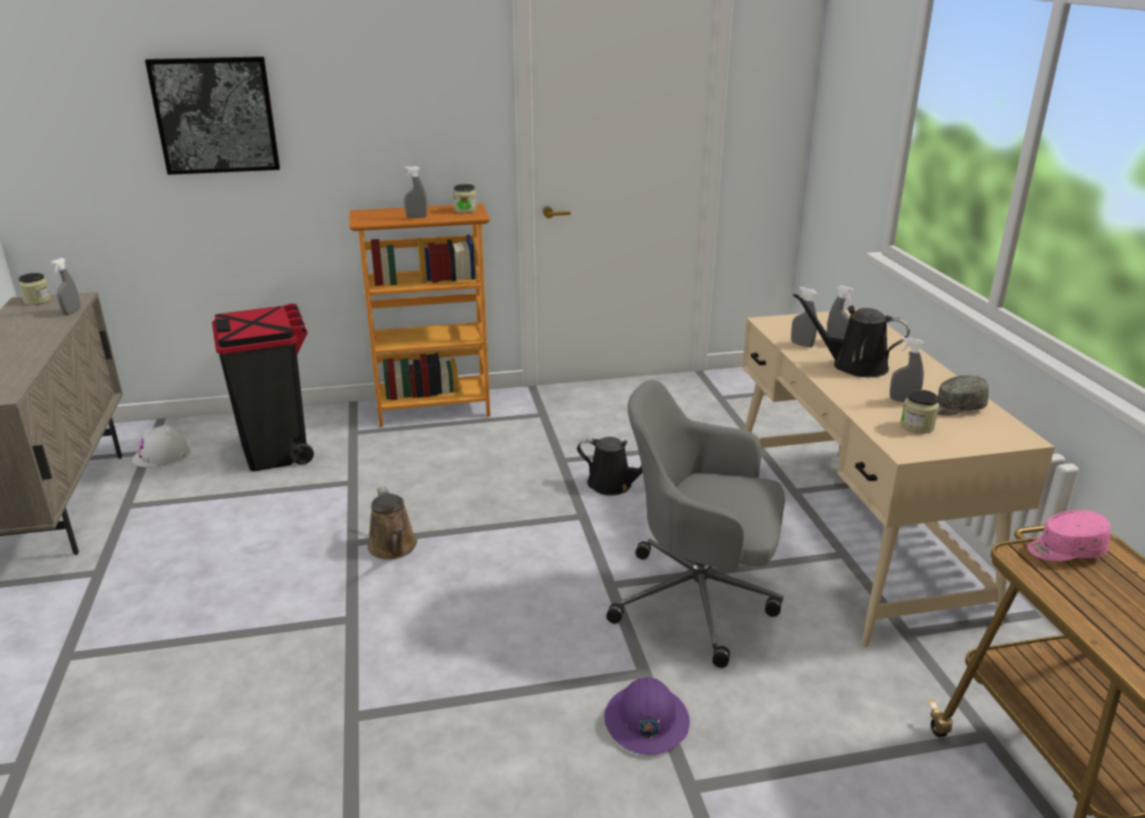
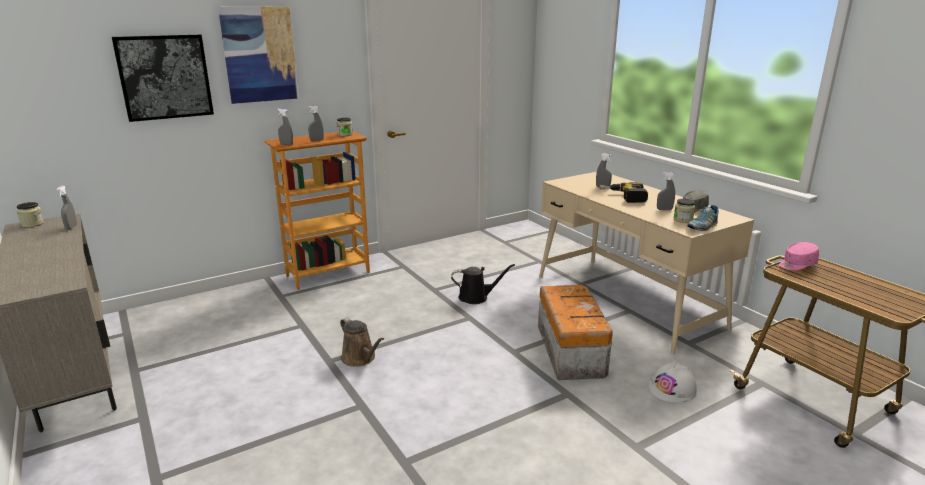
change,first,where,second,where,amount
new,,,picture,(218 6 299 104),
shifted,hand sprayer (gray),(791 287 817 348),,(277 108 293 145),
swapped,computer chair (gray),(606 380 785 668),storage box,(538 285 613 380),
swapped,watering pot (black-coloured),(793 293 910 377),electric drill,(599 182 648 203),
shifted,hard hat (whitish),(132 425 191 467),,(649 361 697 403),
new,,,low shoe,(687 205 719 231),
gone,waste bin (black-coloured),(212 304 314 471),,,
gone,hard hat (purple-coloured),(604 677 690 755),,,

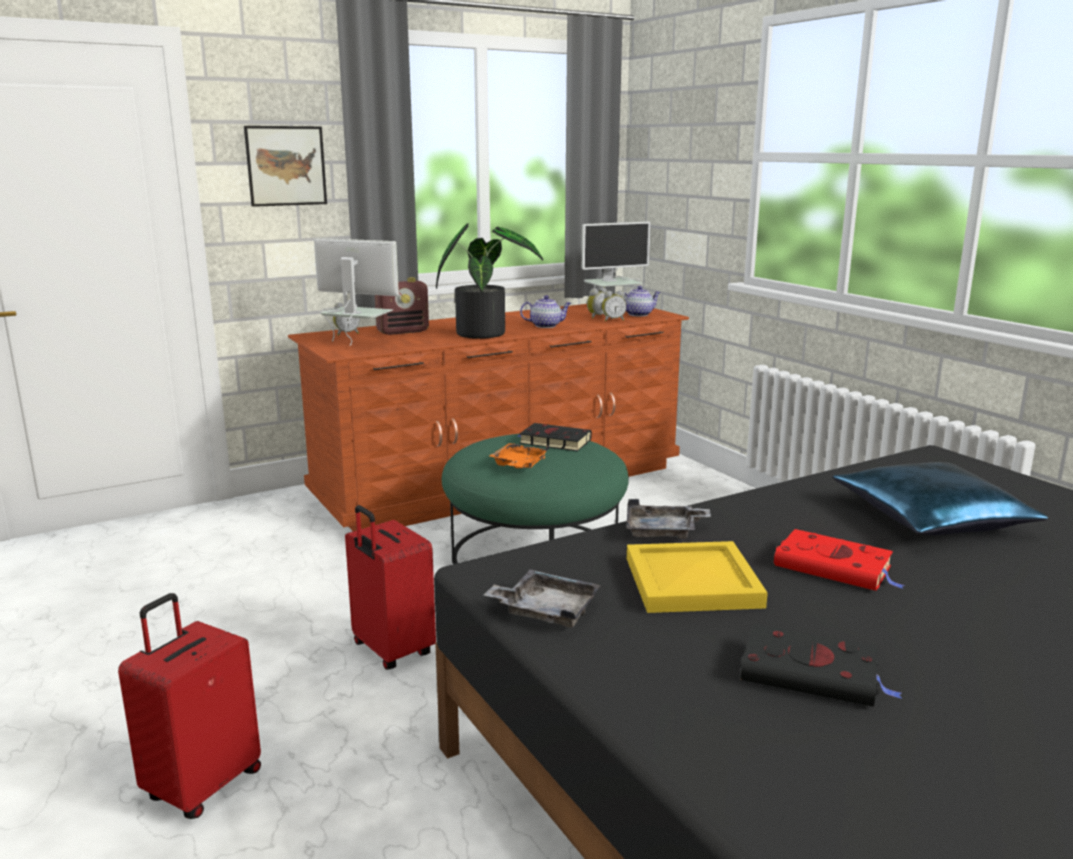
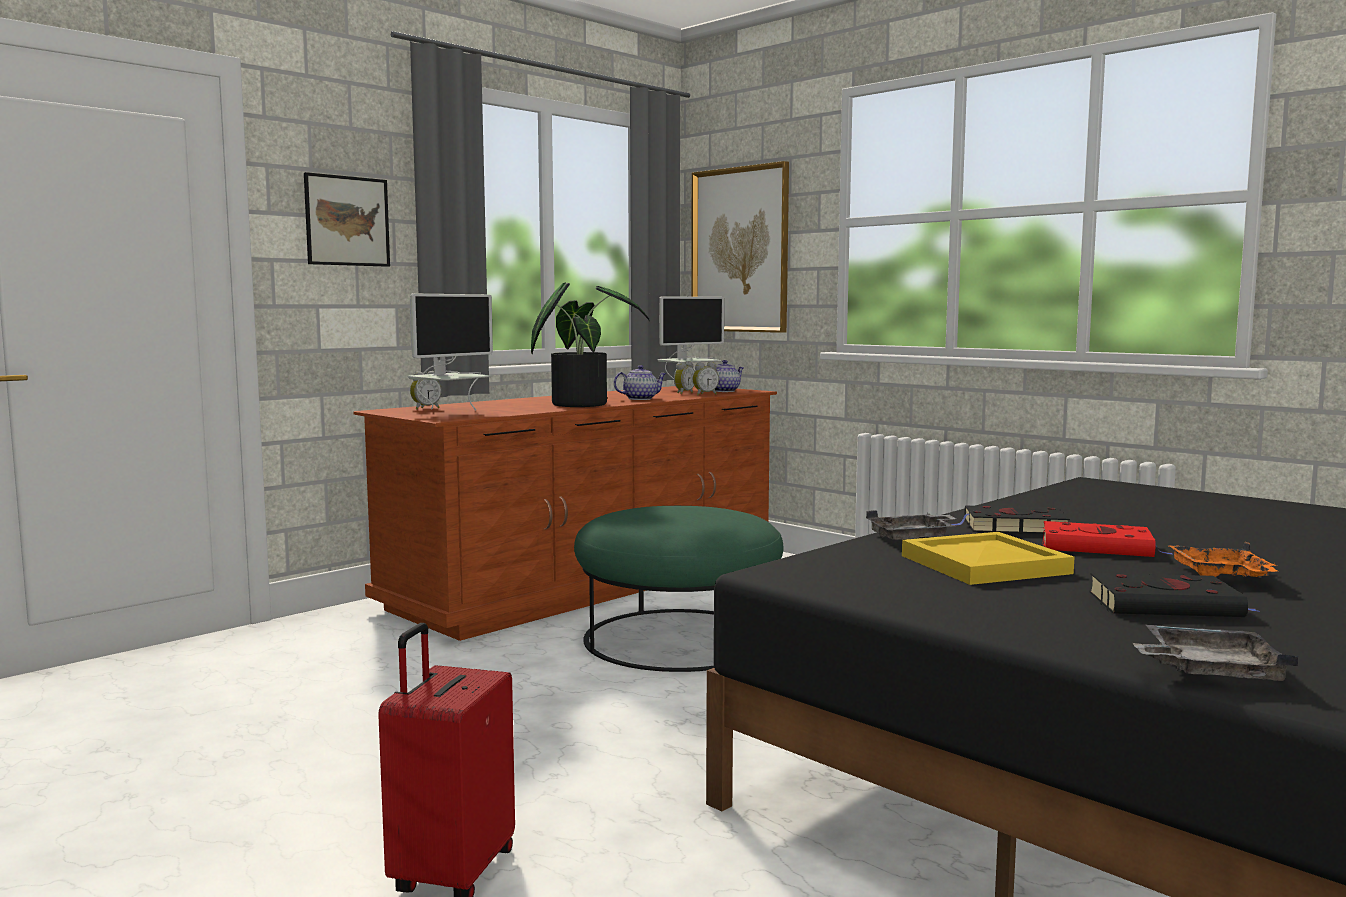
change,first,where,second,where,amount
rotated,computer screen,(314 238 399 346),,(408 294 493 411),120 degrees clockwise
new,,,picture,(691 161 789 333),
shifted,book (black-coloured),(516 423 592 451),,(951 506 1070 534),
shifted,serving tray (gray),(484 569 601 627),,(1133 625 1298 681),
shifted,serving tray (orangey),(490 443 549 469),,(1168 542 1277 578),
gone,piece of luggage (reddish),(345 505 436 670),,,
gone,radio set,(375 277 429 335),,,
gone,throw pillow (bluish),(833 462 1048 535),,,

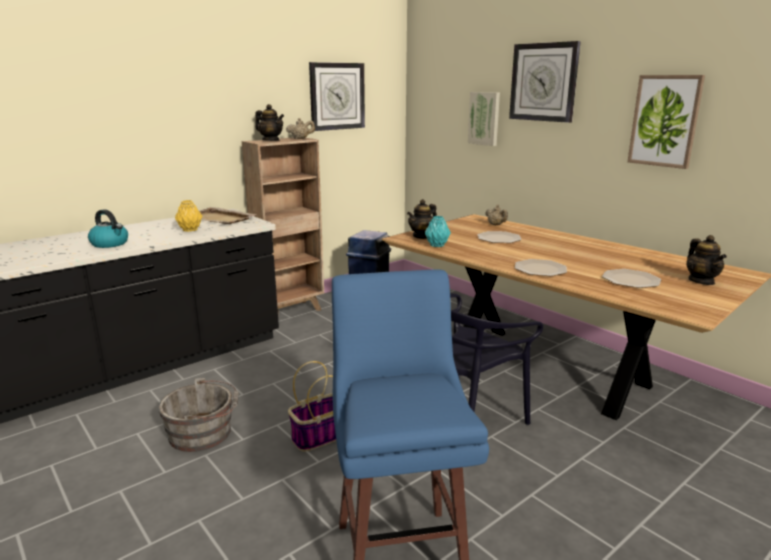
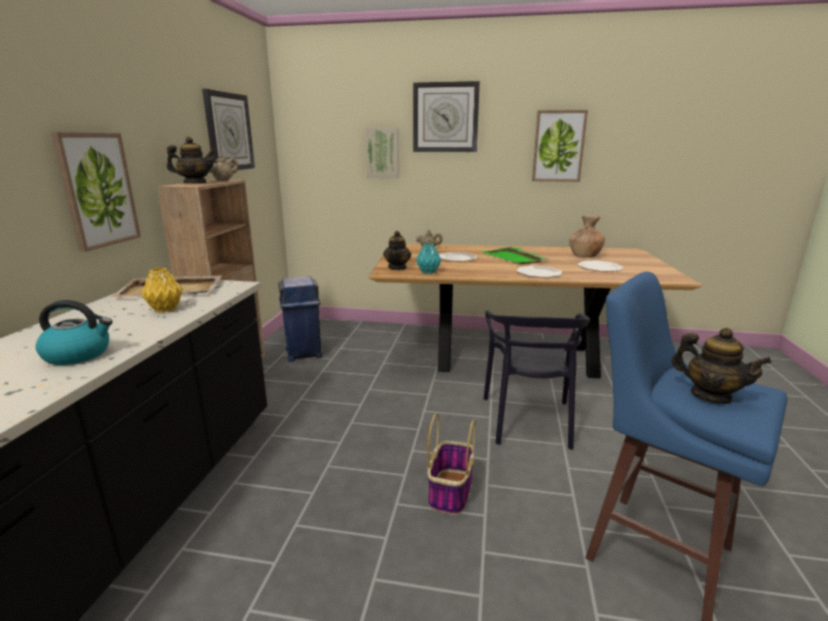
change,first,where,second,where,amount
new,,,picture,(51 132 141 252),
new,,,serving tray (green-coloured),(481 247 549 264),
new,,,vase (brown),(569 215 605 258),
shifted,teapot,(686 235 727 285),,(671 328 772 404),
gone,pail (gray),(158 378 239 452),,,

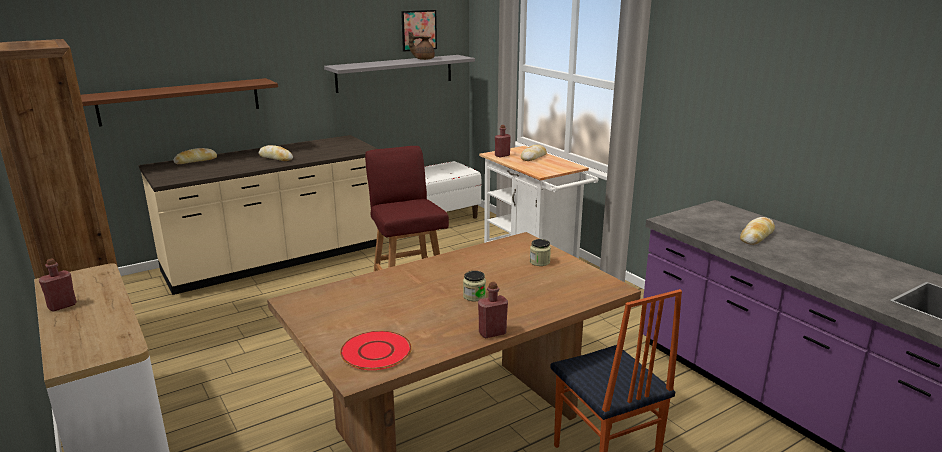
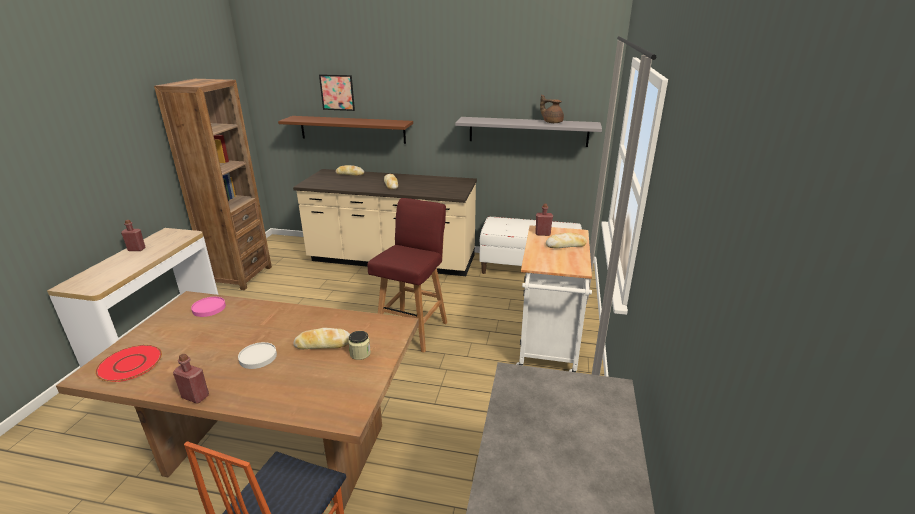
change,first,where,second,where,amount
new,,,dinner plate (pinkish),(191 297 226 317),
swapped,storage jar,(463 271 486 301),dinner plate (whitish),(238 342 277 369),
shifted,baked bread,(740 217 775 245),,(293 328 350 349),
shifted,picture,(401 10 437 52),,(319 74 355 111),

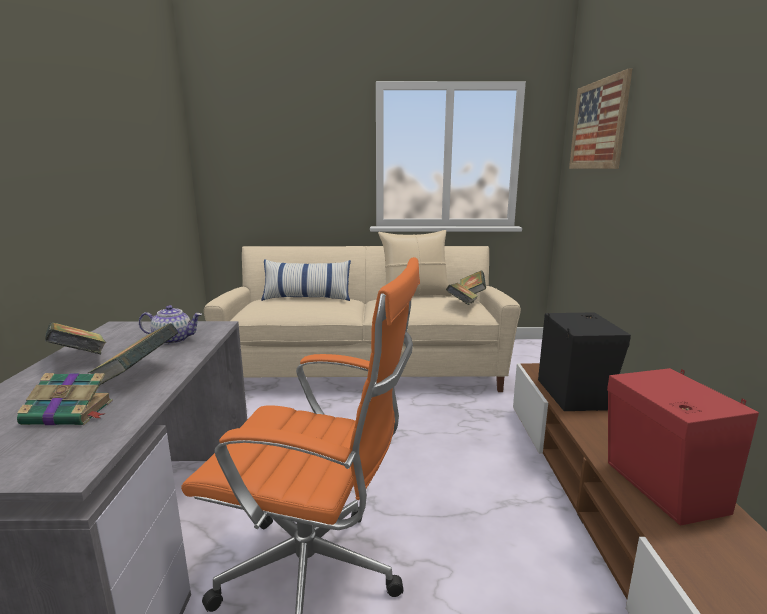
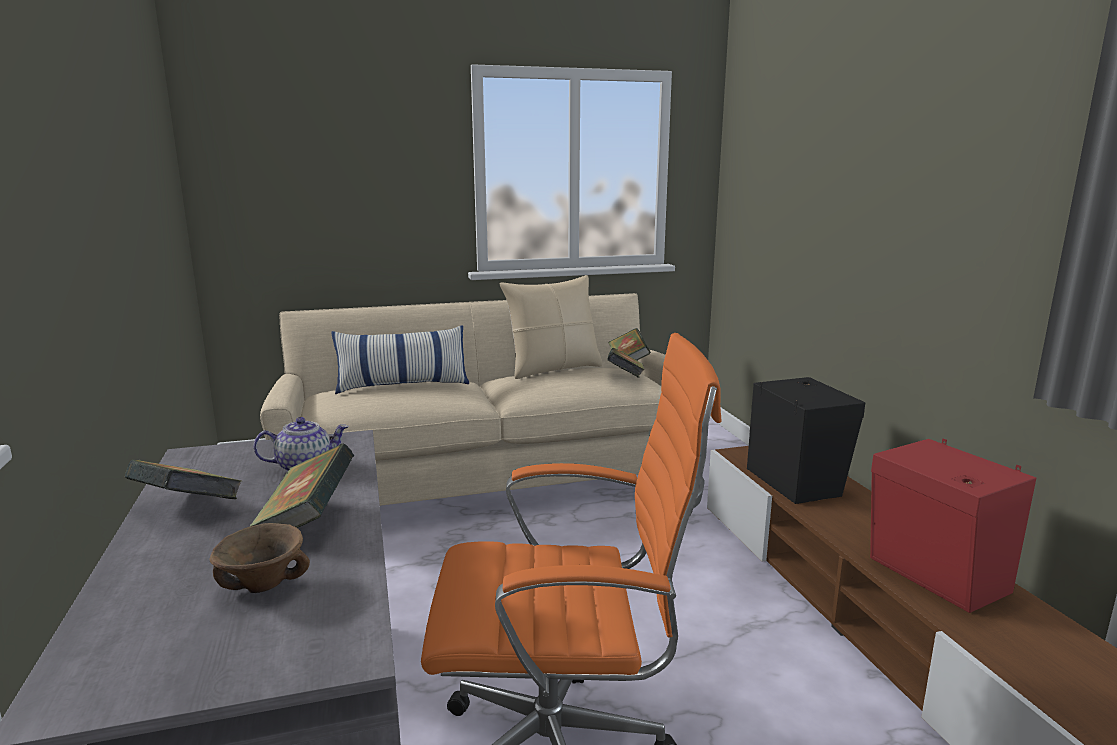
change,first,where,second,where,amount
swapped,book,(17 373 113 425),serving bowl (brown),(209 523 310 593),
gone,picture,(569 69 632 169),,,

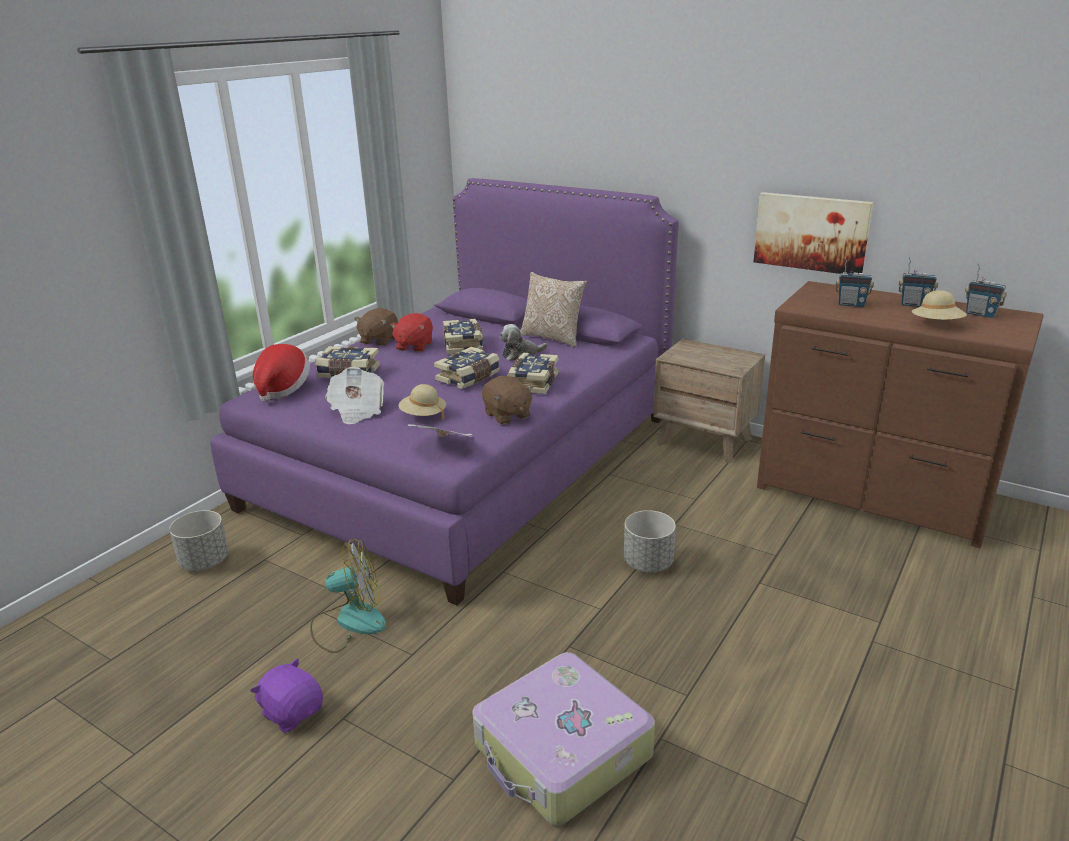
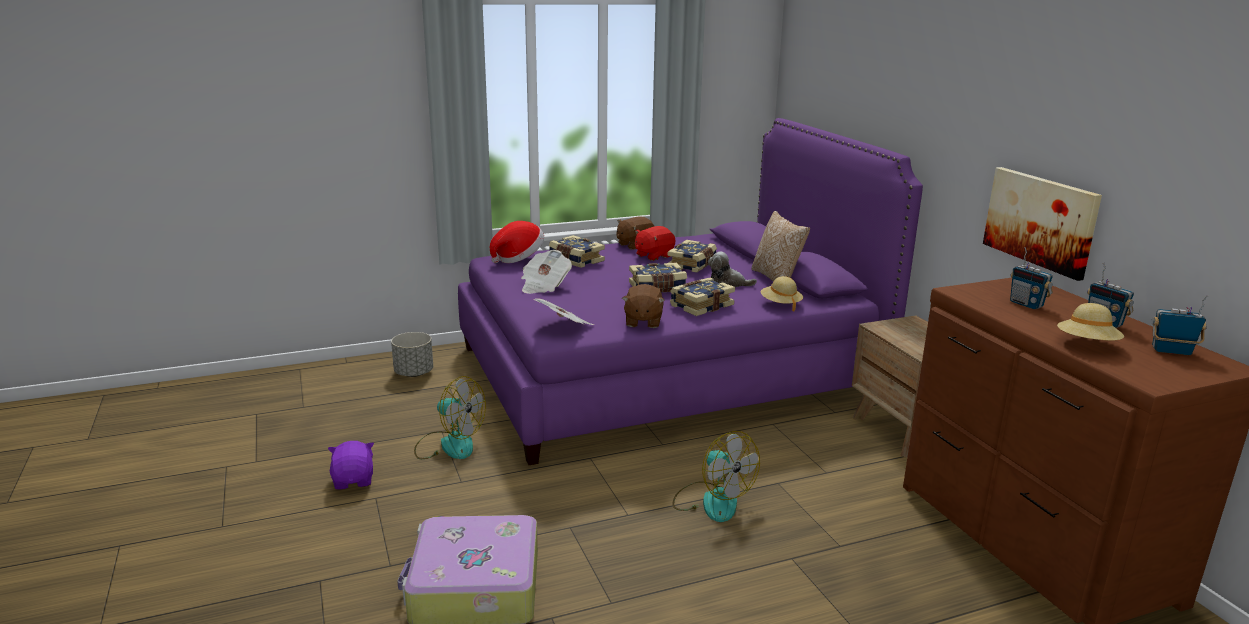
change,first,where,second,where,amount
swapped,flower pot (gray),(624 510 676 572),cooling fan,(673 431 760 522),
shifted,hat (beige),(399 384 446 420),,(761 276 803 311),
rotated,radio set,(965 264 1007 318),,(1151 295 1208 355),120 degrees clockwise

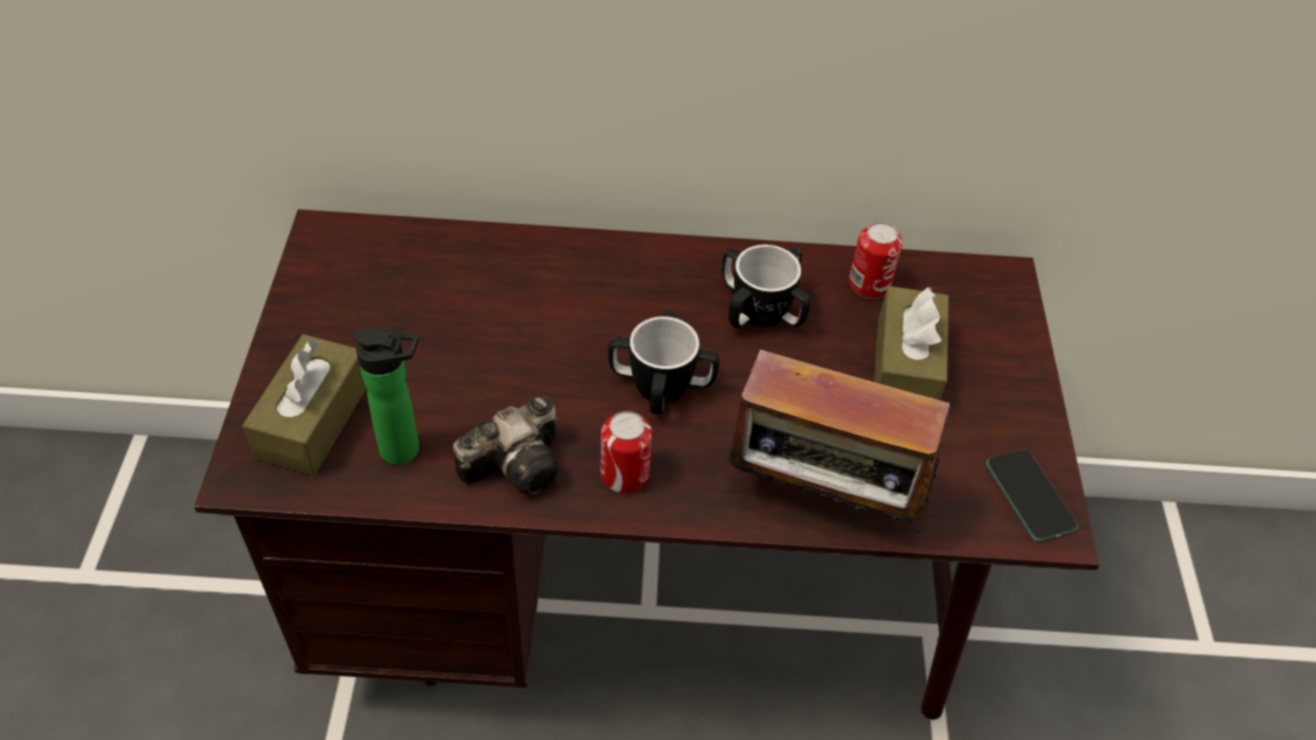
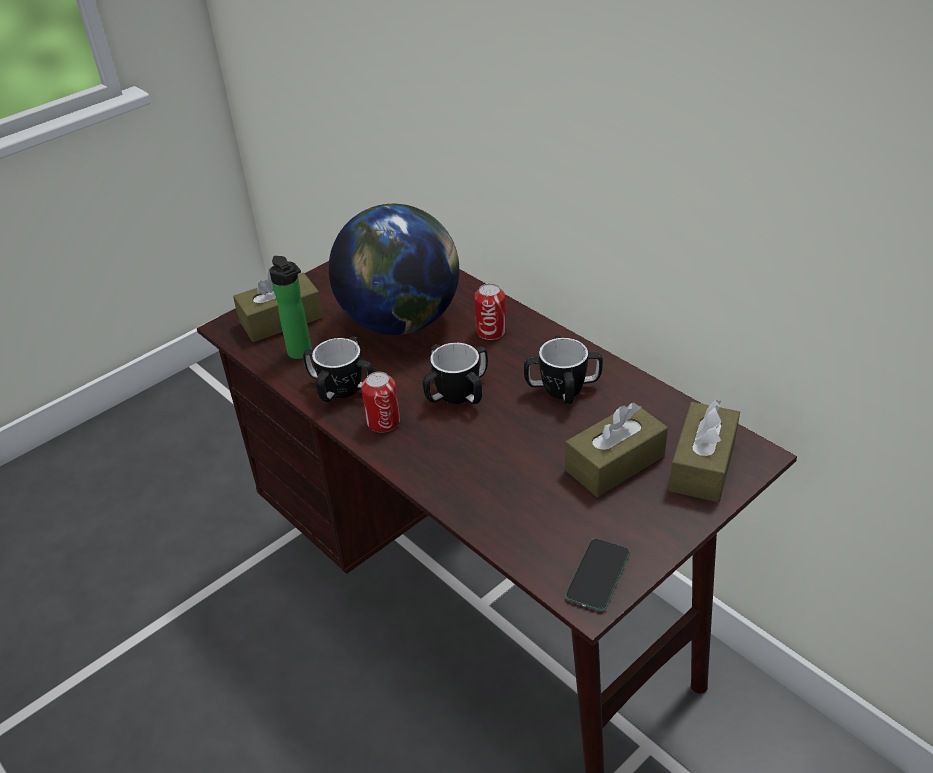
change,first,where,second,where,amount
swapped,photo camera,(453 396 558 495),mug,(303 337 374 402),
new,,,desk globe,(329 204 459 335),
shifted,sealed can,(849 222 903 299),,(474 284 506 340),
new,,,tissue holder (brown),(669 400 740 502),
gone,radio set,(728 347 950 533),,,

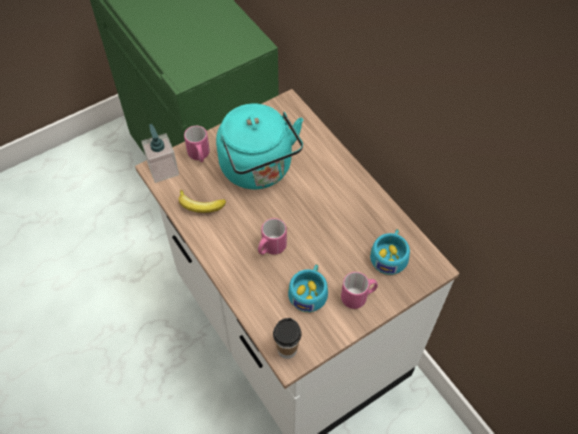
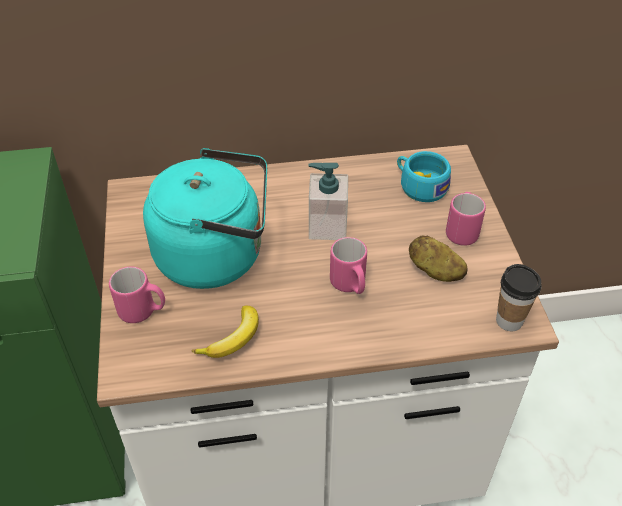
change,first,where,second,where,amount
shifted,soap dispenser,(141 124 179 183),,(308 163 348 240),
swapped,drinking cup (blue-green),(288 264 328 312),potato,(409 236 467 282),

